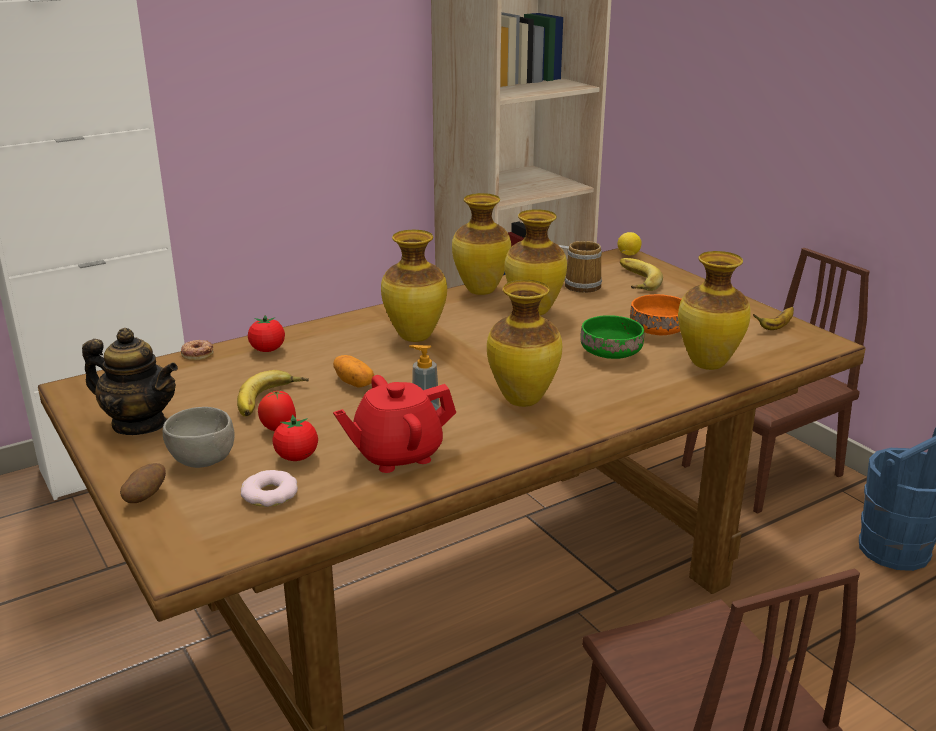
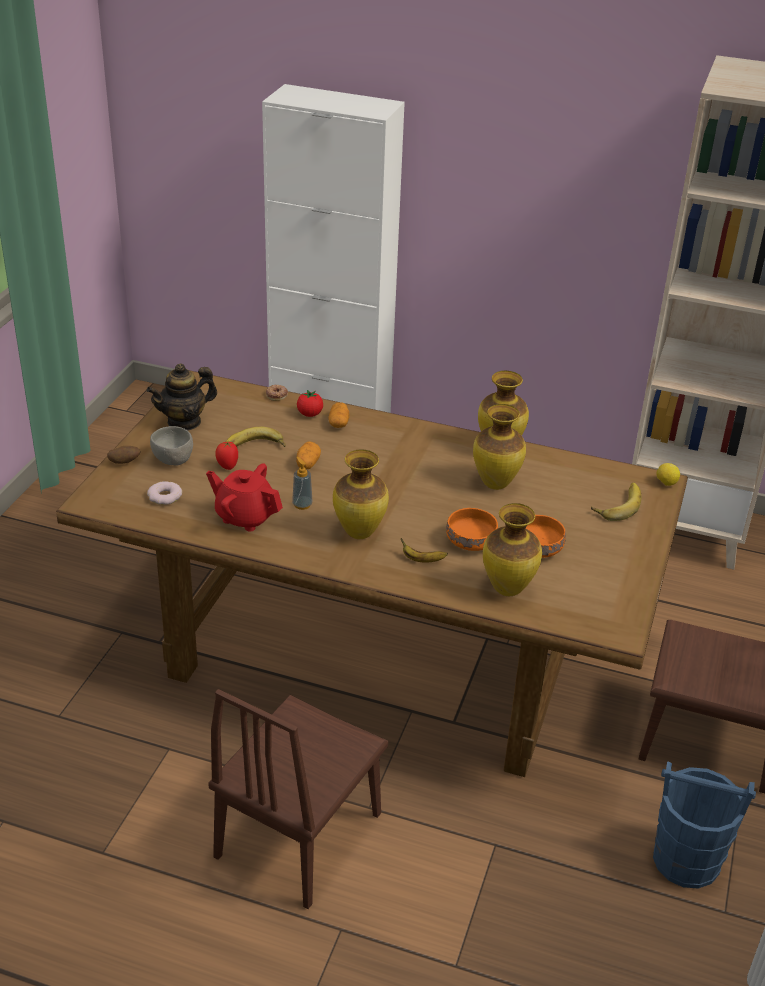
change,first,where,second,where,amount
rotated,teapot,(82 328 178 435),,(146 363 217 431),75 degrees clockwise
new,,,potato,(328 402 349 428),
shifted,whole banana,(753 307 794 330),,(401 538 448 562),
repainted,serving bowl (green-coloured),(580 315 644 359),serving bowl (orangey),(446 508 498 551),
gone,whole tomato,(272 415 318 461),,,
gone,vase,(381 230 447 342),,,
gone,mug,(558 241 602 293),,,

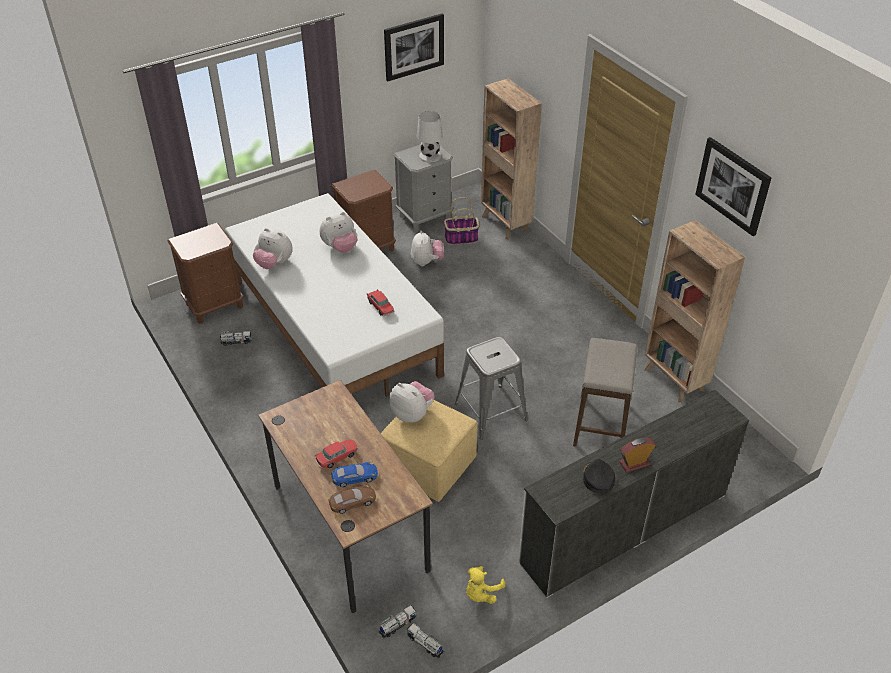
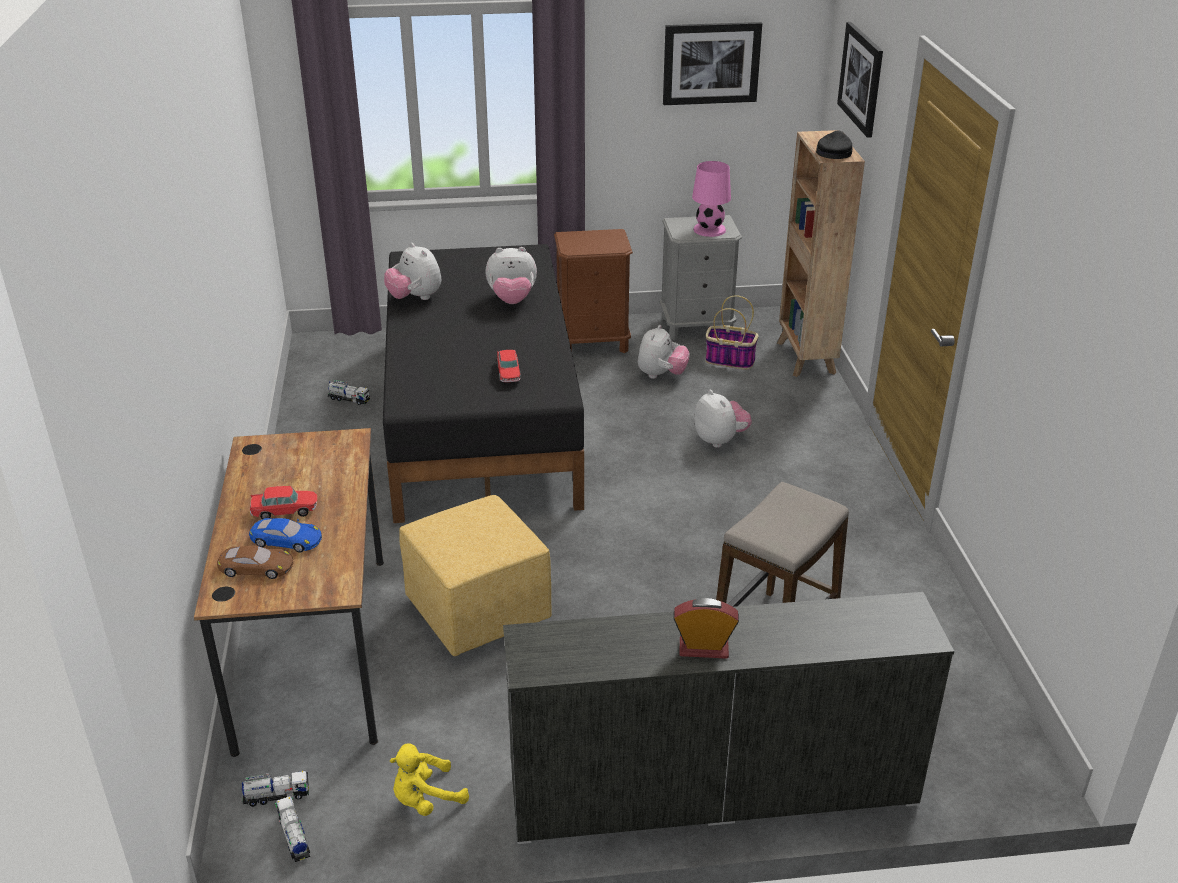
change,first,where,second,where,amount
repainted,bedroom bed (whitish),(225 193 444 397),bedroom bed (black-coloured),(383 244 584 523),
repainted,table lamp (whitish),(417 111 443 163),table lamp (pinkish),(692 161 731 237),
shifted,cuddly toy,(389 381 435 422),,(694 390 752 448),
shifted,cap (black-coloured),(583 459 615 493),,(816 131 852 159),
shifted,picture,(695 137 771 236),,(837 22 883 138),
gone,nightstand (brown),(168 223 244 324),,,
gone,stool seat (gray),(455 337 528 440),,,
gone,bookshelf (brown),(644 220 745 403),,,

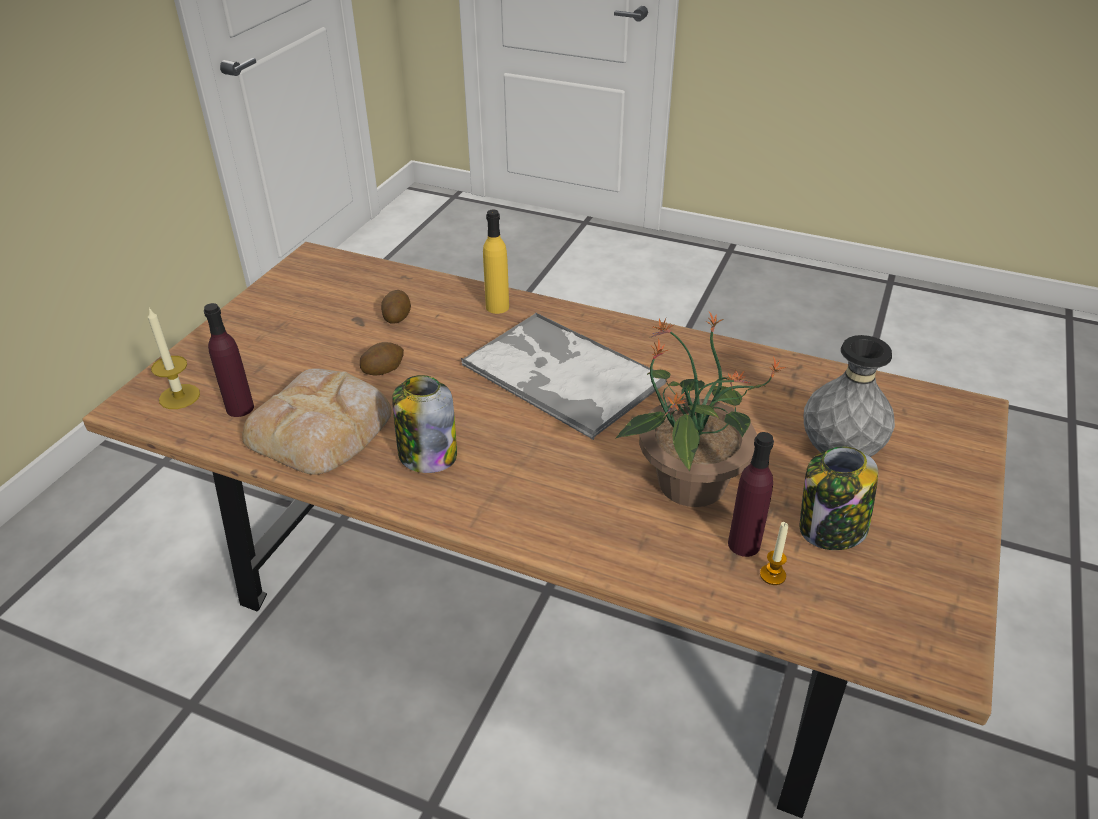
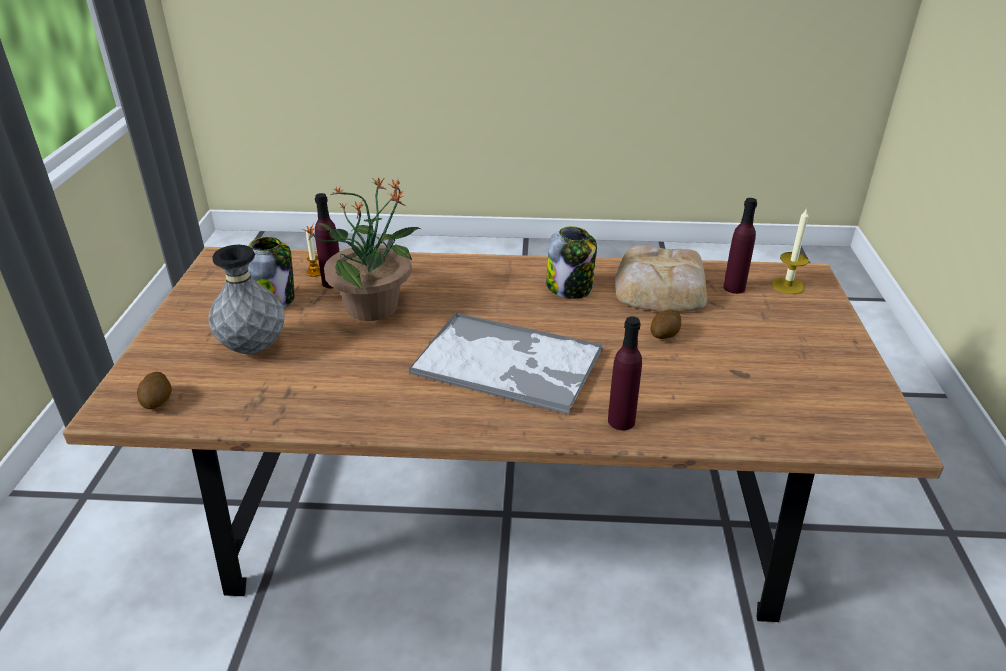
change,first,where,second,where,amount
shifted,potato,(381 290 411 324),,(137 372 172 409),
repainted,drink bottle (yellowish),(483 210 509 314),drink bottle (purple-coloured),(608 316 642 430),

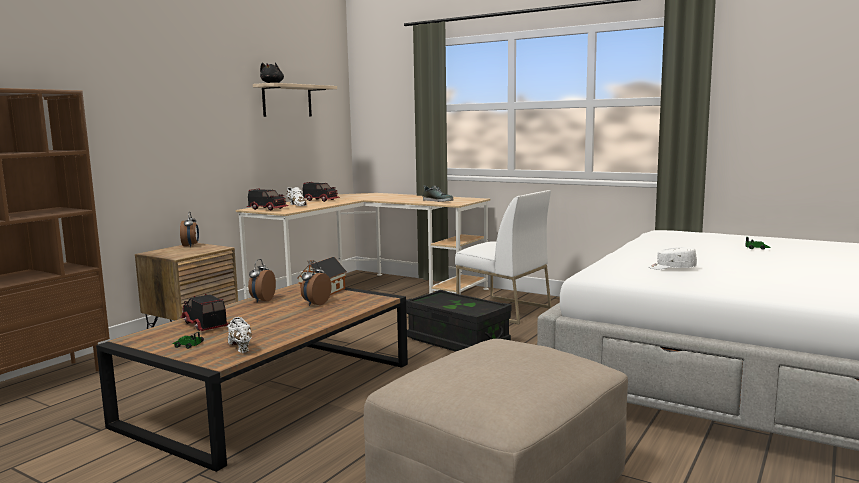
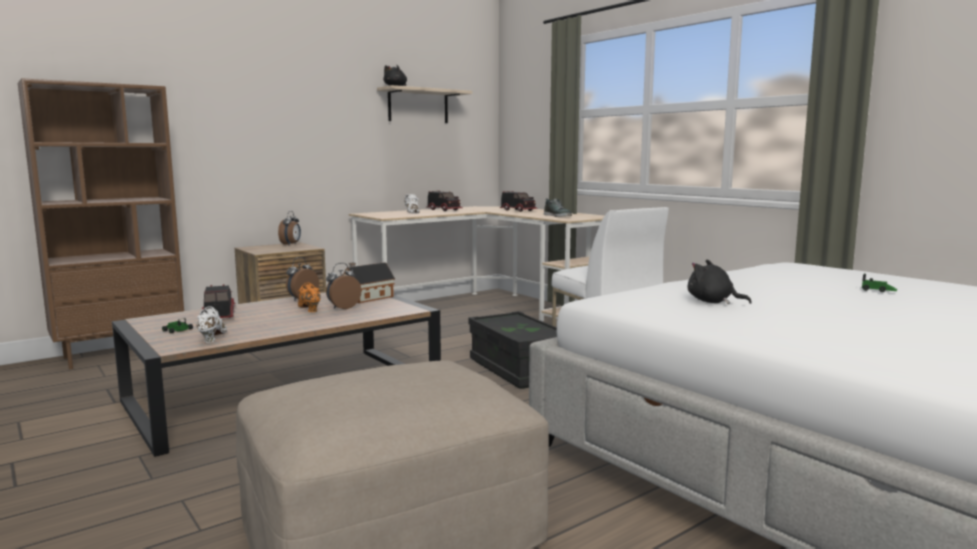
change,first,where,second,where,amount
new,,,low shoe (orangey),(298 283 321 312),
shifted,toy lorry,(247 188 288 211),,(500 191 538 212),
swapped,cap (whitish),(648 247 697 269),cuddly toy (black-coloured),(688 260 752 304),

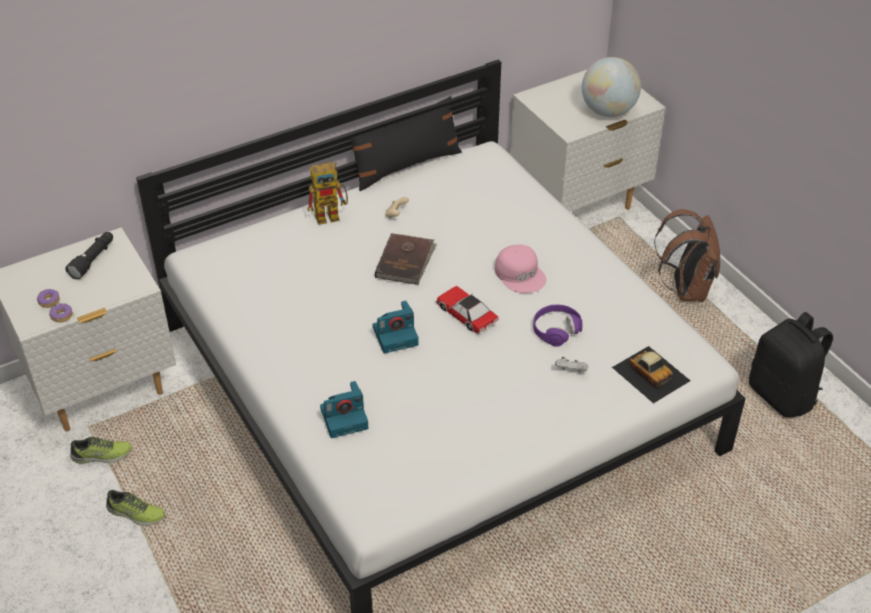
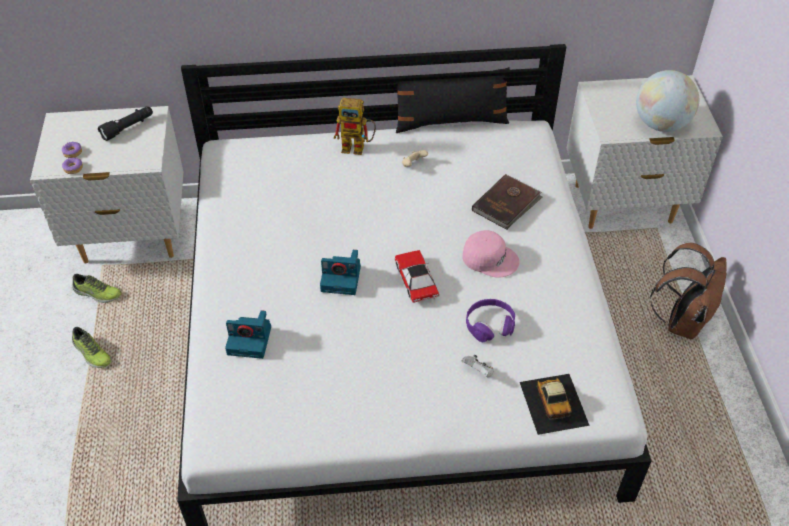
change,first,where,second,where,amount
rotated,cap (pinkish),(495 244 546 293),,(462 230 520 278),60 degrees counterclockwise
shifted,book (brown),(375 233 437 285),,(472 174 543 230),
gone,knapsack (black-coloured),(749 312 833 417),,,

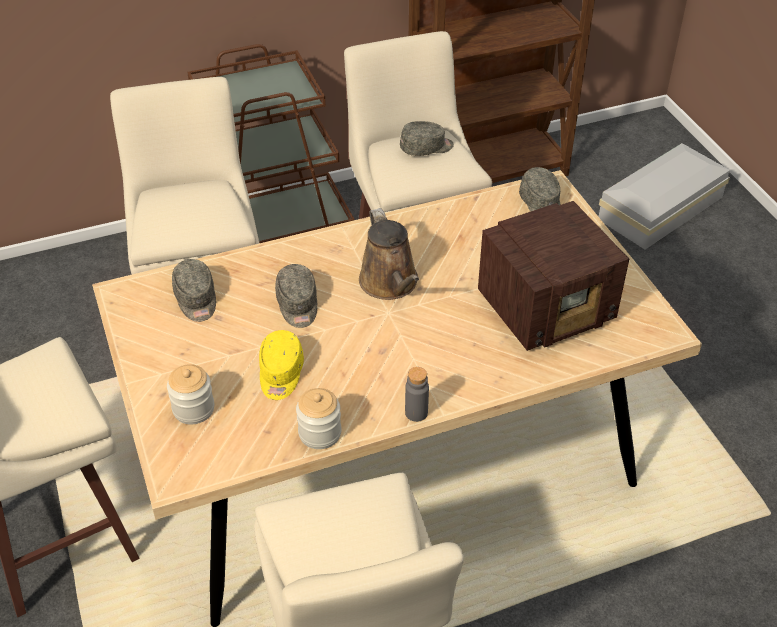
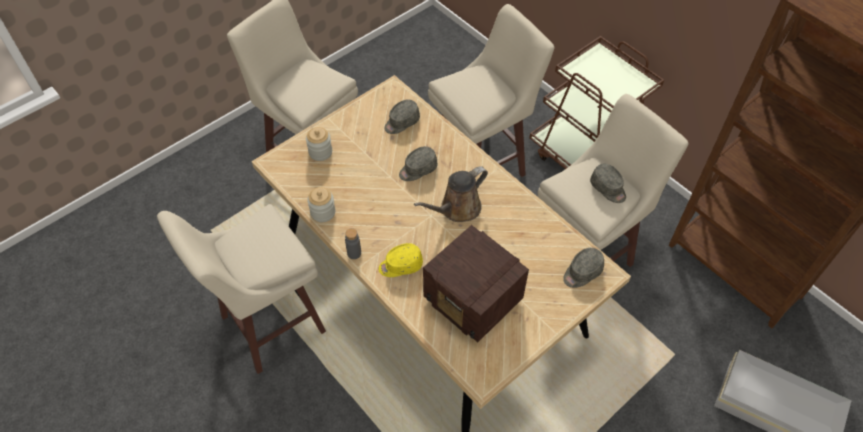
change,first,where,second,where,amount
shifted,cap (yellowish),(259 330 304 400),,(378 243 423 277),

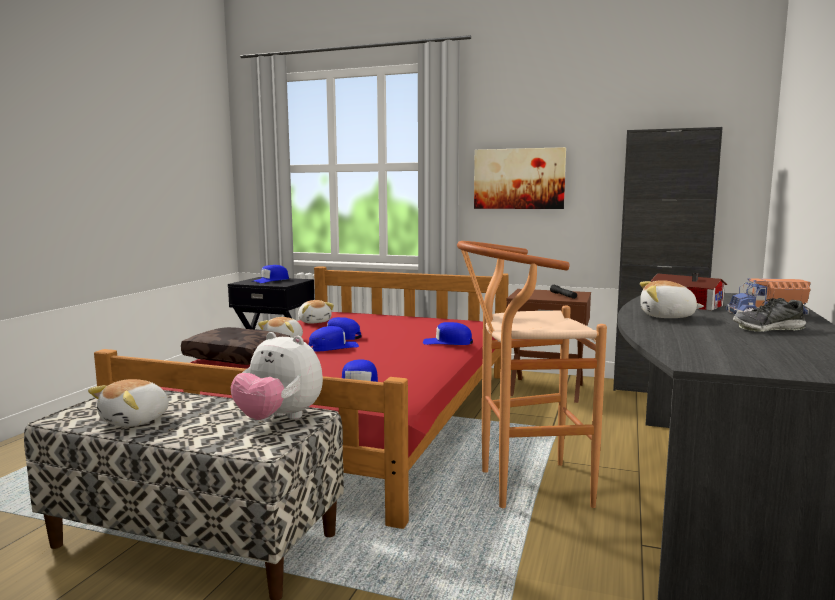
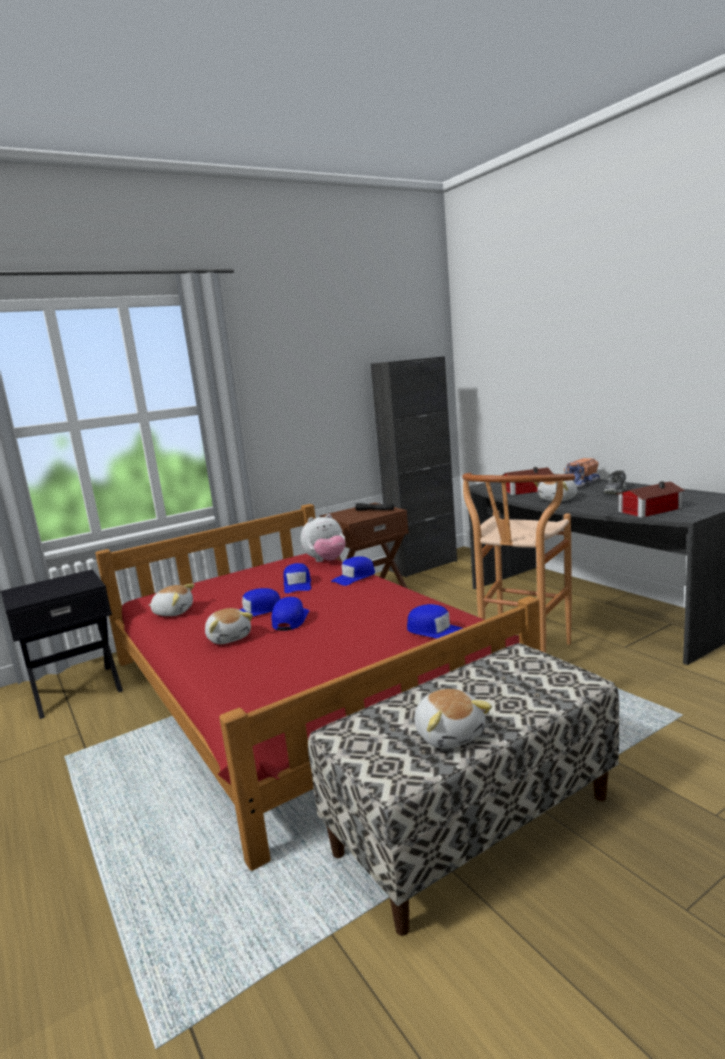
change,first,where,second,where,amount
shifted,cap (bluish),(252 265 289 283),,(283 563 311 593),
shifted,cuddly toy,(231 332 323 420),,(301 514 345 562),
new,,,miniature house,(618 481 685 518),
gone,throw pillow (brown),(181 327 290 365),,,
gone,picture,(474 147 566 209),,,

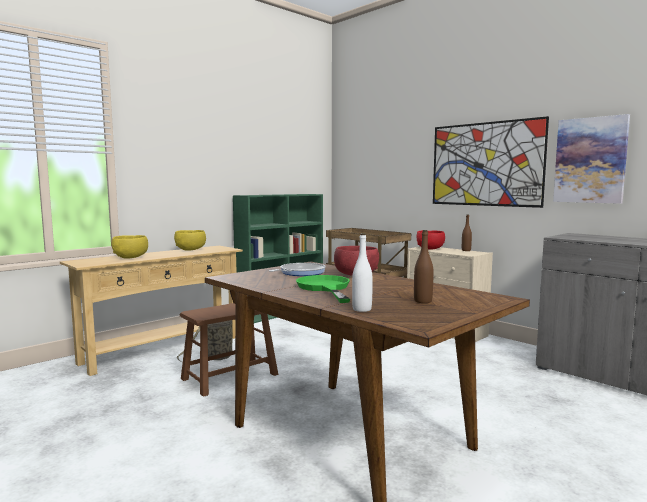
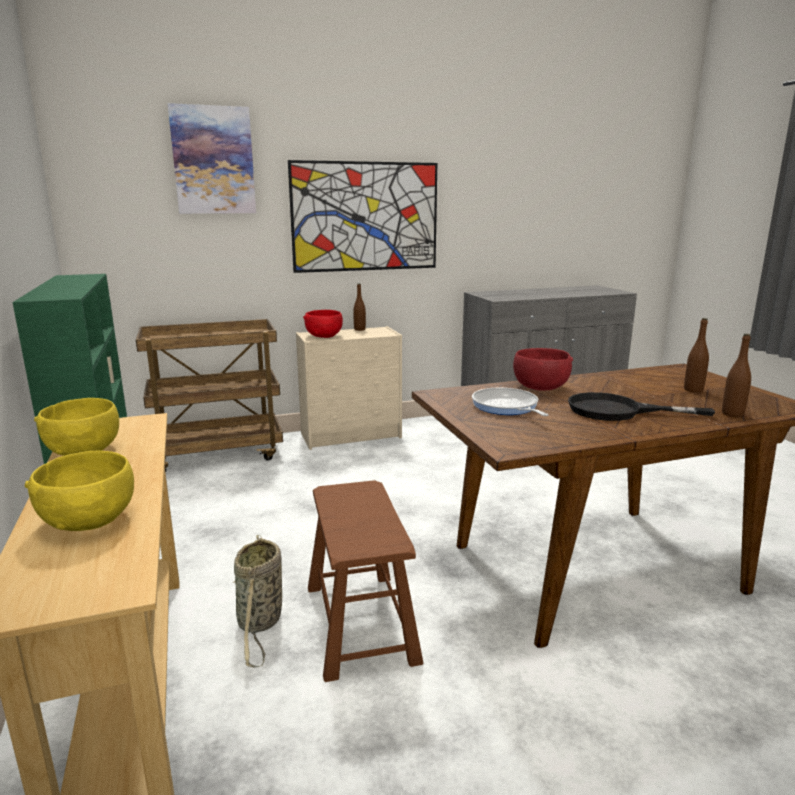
change,first,where,second,where,amount
shifted,picture,(553 114 630 204),,(168 103 256 214),
repainted,frying pan (green-coloured),(296 275 350 303),frying pan (black-coloured),(568 392 715 421),
repainted,drink bottle (whitish),(352 233 373 312),drink bottle (brown),(722 334 751 417),

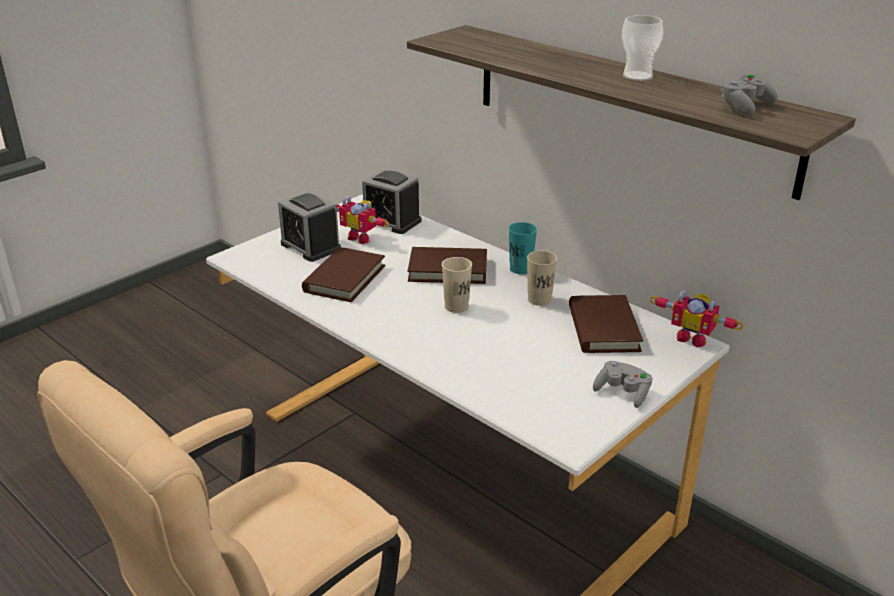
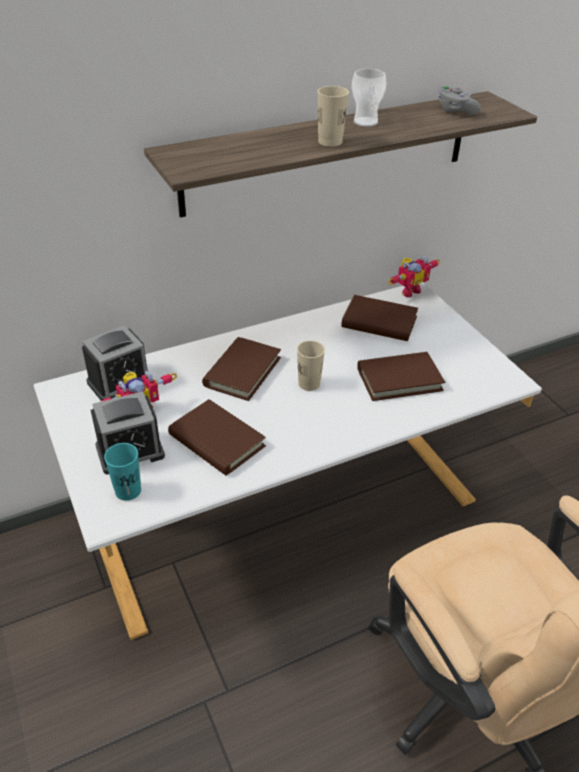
change,first,where,second,where,amount
shifted,drinking cup (blue-green),(509 222 537 274),,(104 443 141 501),
shifted,drinking cup (beige),(527 251 557 306),,(317 86 349 147),
new,,,book (brown),(357 352 445 401),
gone,joypad (gray),(593 361 653 408),,,

